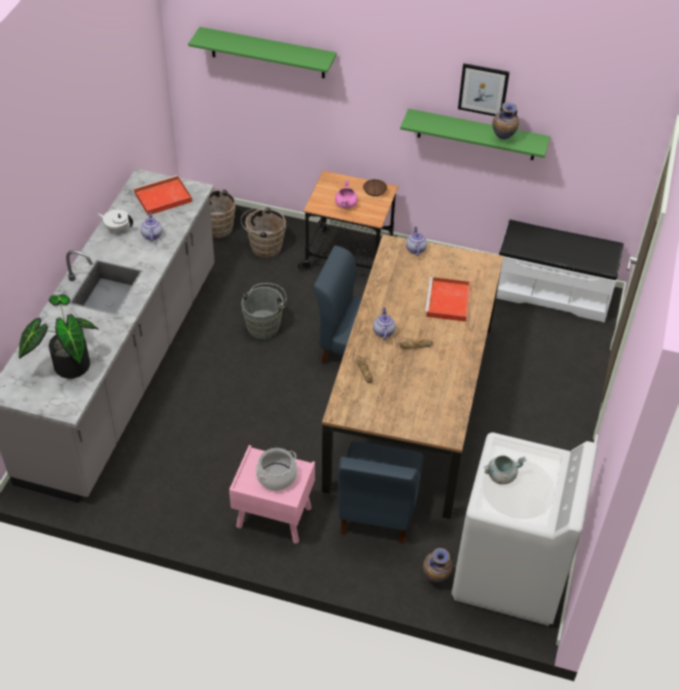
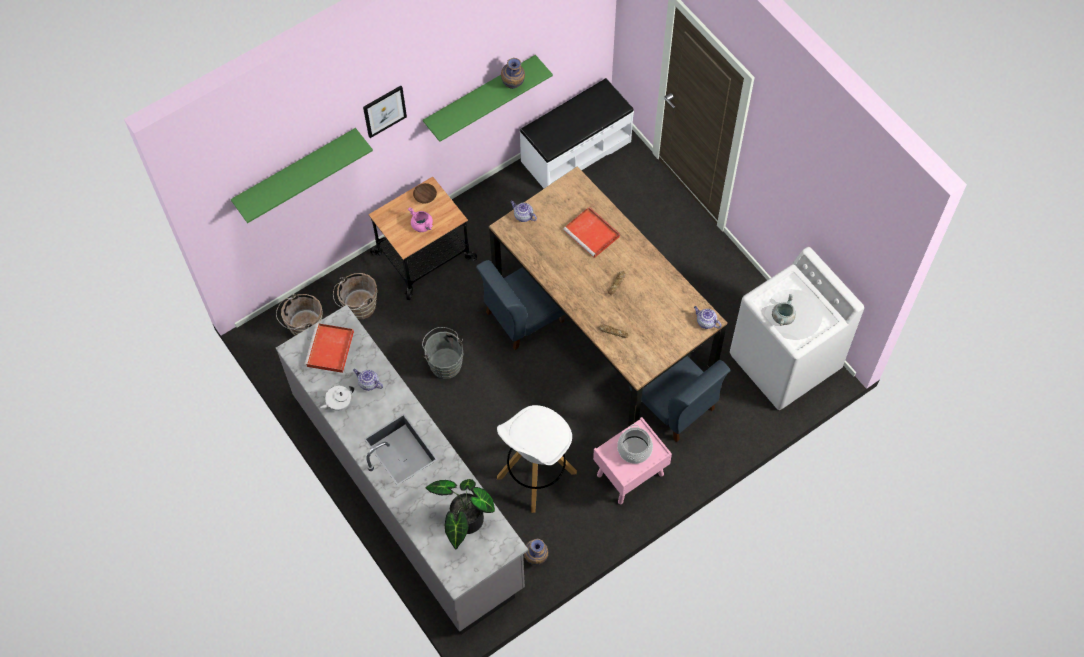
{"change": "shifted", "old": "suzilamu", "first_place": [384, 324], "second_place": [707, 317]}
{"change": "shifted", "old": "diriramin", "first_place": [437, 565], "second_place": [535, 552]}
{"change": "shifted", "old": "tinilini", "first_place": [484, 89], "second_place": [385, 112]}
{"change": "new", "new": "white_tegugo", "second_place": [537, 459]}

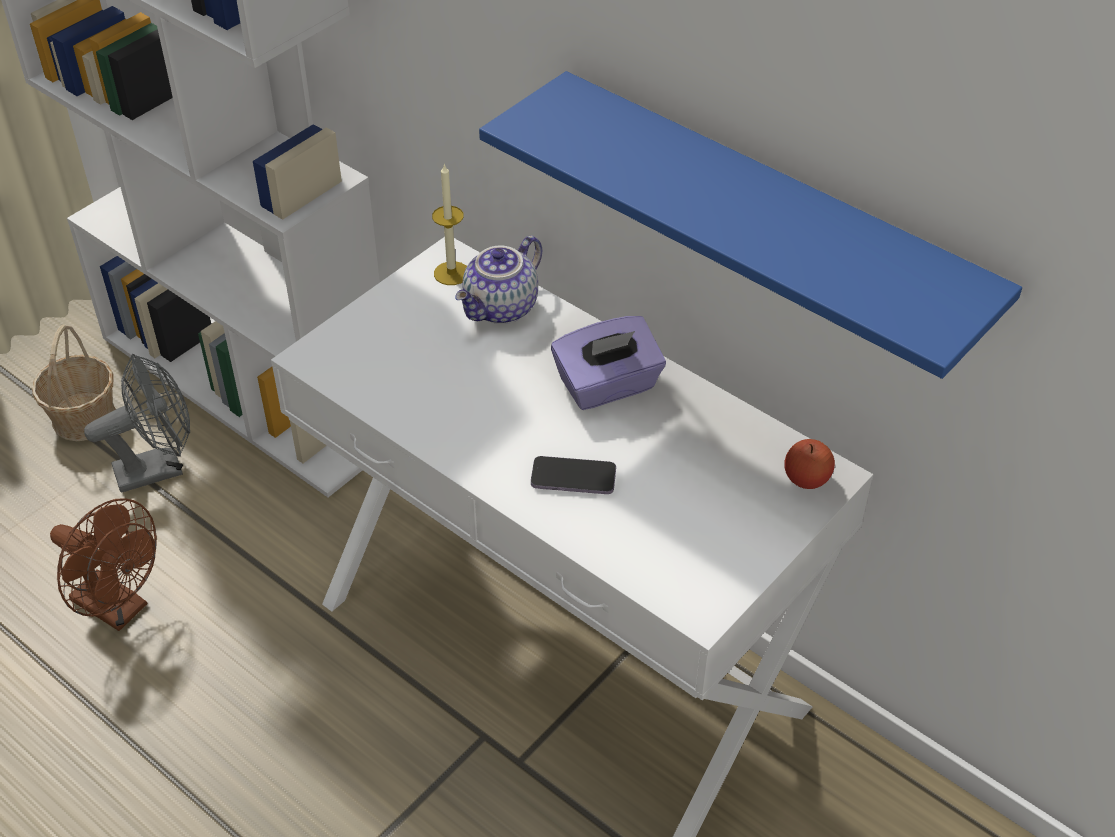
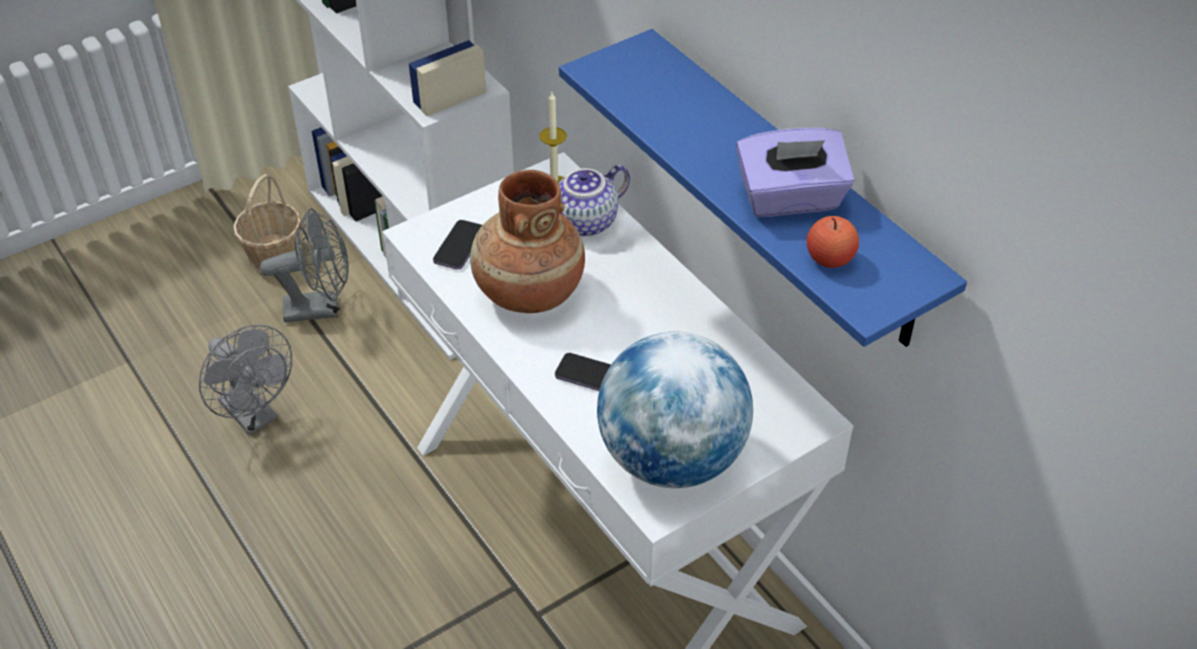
{"change": "repainted", "old": "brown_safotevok", "new": "grey_safotevok", "first_place": [103, 564], "second_place": [245, 379]}
{"change": "shifted", "old": "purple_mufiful", "first_place": [608, 363], "second_place": [795, 172]}
{"change": "shifted", "old": "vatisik", "first_place": [809, 464], "second_place": [833, 242]}
{"change": "new", "new": "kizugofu", "second_place": [457, 245]}
{"change": "new", "new": "brown_diriramin", "second_place": [527, 241]}
{"change": "new", "new": "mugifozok", "second_place": [675, 409]}

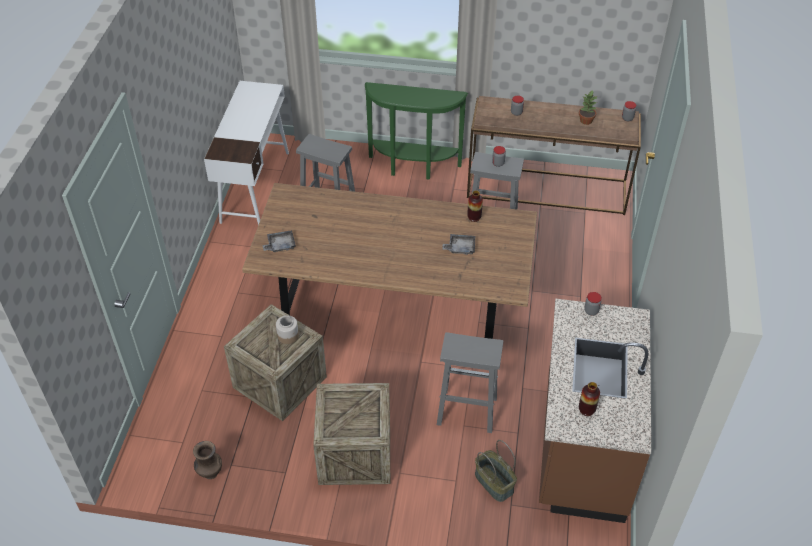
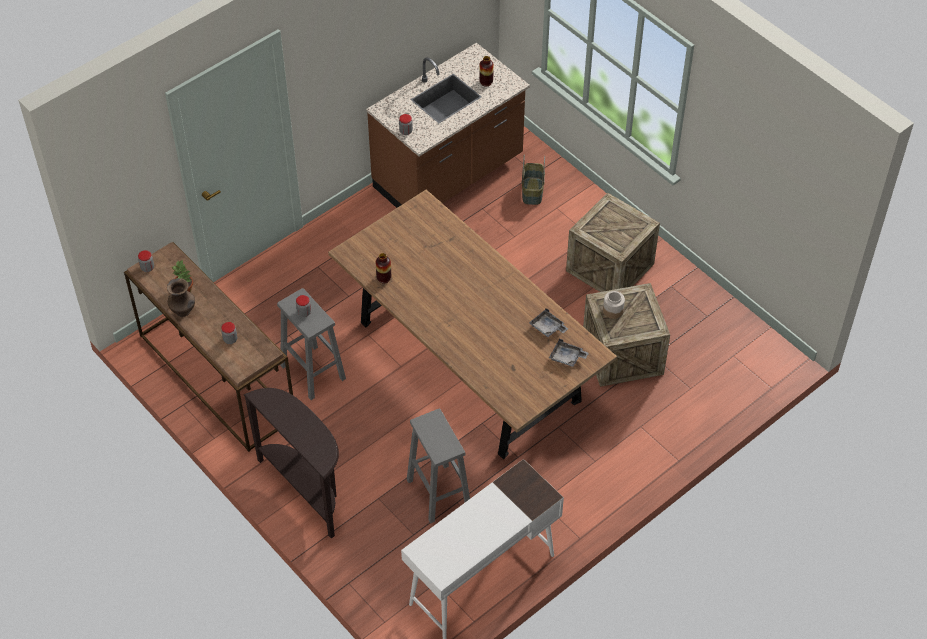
{"change": "shifted", "old": "brown_diriramin", "first_place": [207, 460], "second_place": [181, 297]}
{"change": "repainted", "old": "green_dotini", "new": "brown_dotini", "first_place": [416, 131], "second_place": [291, 463]}
{"change": "gone", "old": "grey_tegugo", "first_place": [470, 382]}
{"change": "shifted", "old": "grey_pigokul", "first_place": [458, 244], "second_place": [548, 322]}

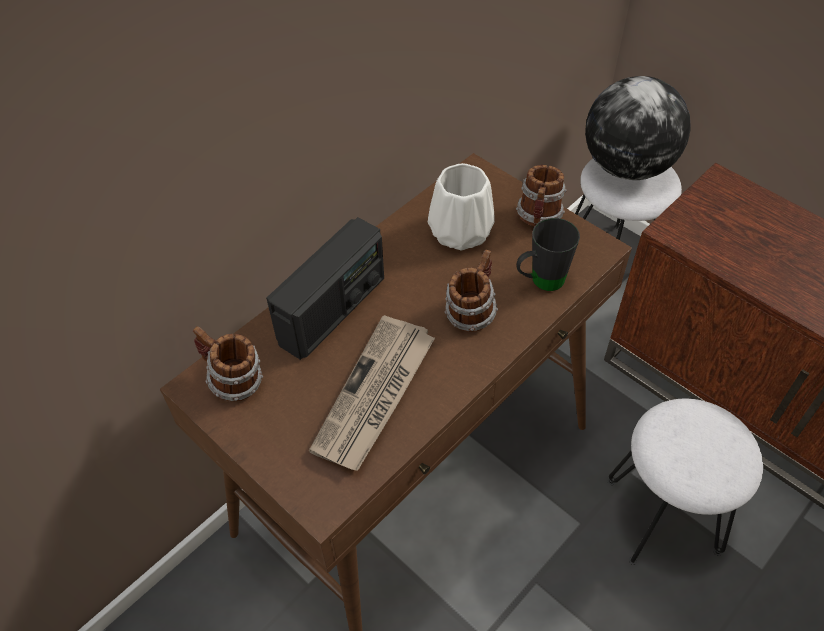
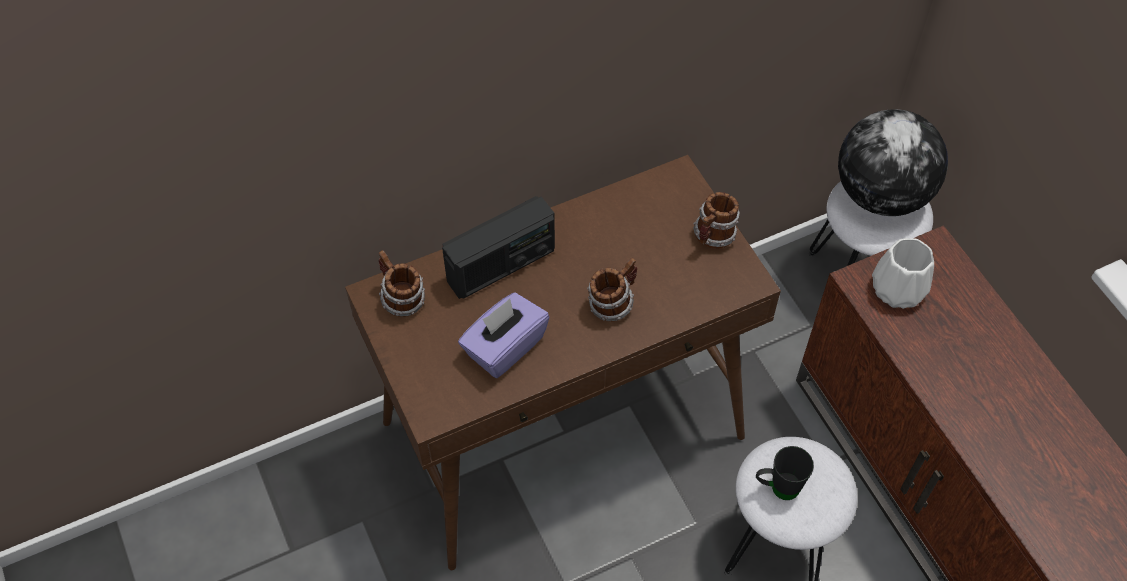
{"change": "swapped", "old": "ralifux", "new": "purple_mufiful", "first_place": [372, 393], "second_place": [504, 335]}
{"change": "shifted", "old": "white_diriramin", "first_place": [461, 206], "second_place": [903, 273]}
{"change": "shifted", "old": "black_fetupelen", "first_place": [548, 254], "second_place": [785, 473]}

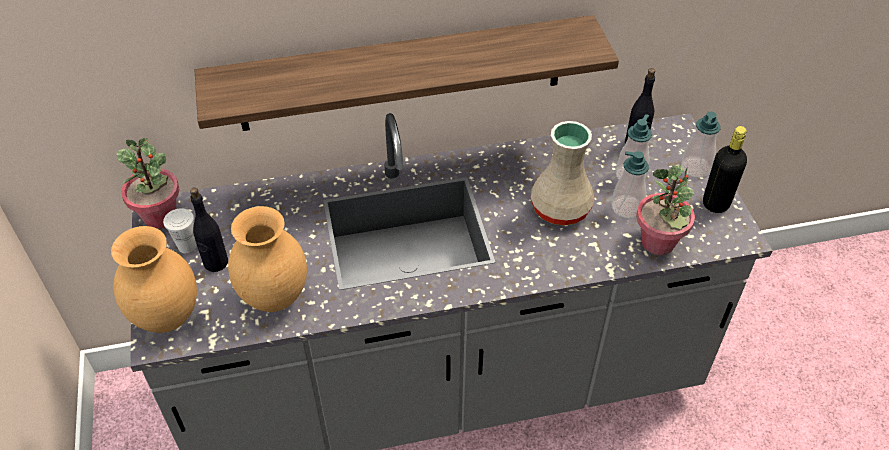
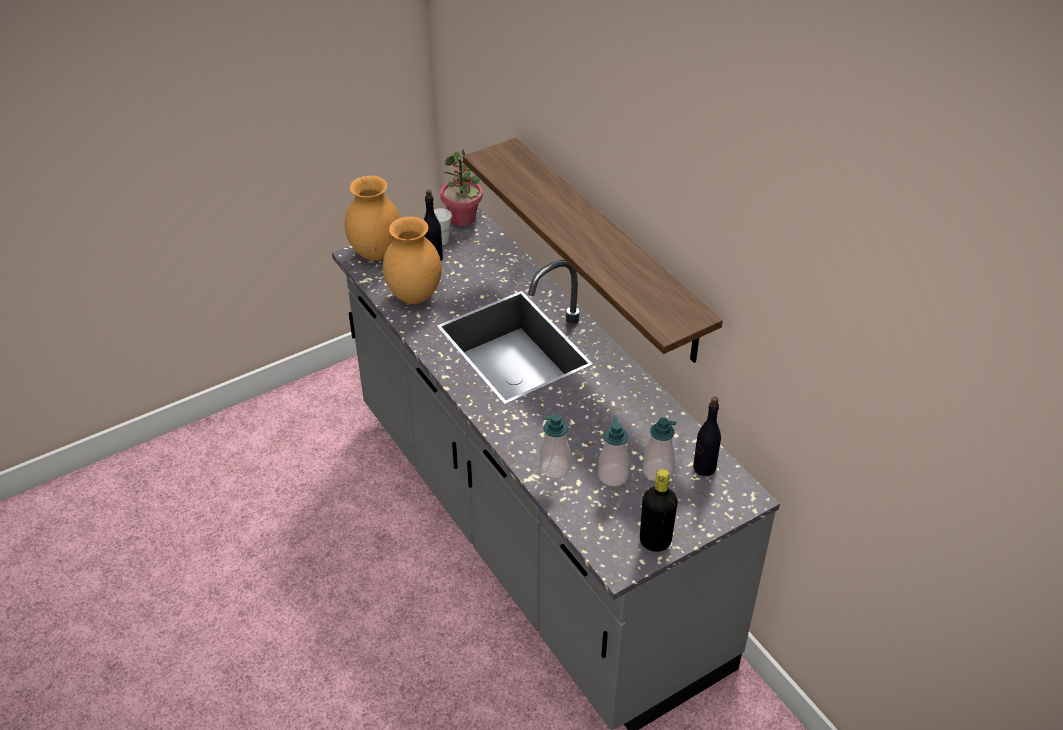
{"change": "gone", "old": "beige_diriramin", "first_place": [562, 173]}
{"change": "gone", "old": "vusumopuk", "first_place": [665, 210]}
{"change": "shifted", "old": "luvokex", "first_place": [700, 144], "second_place": [555, 446]}

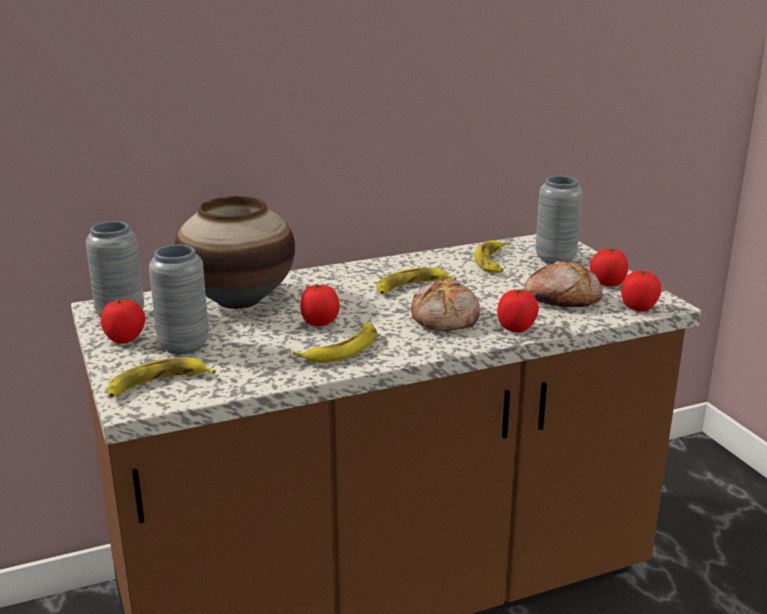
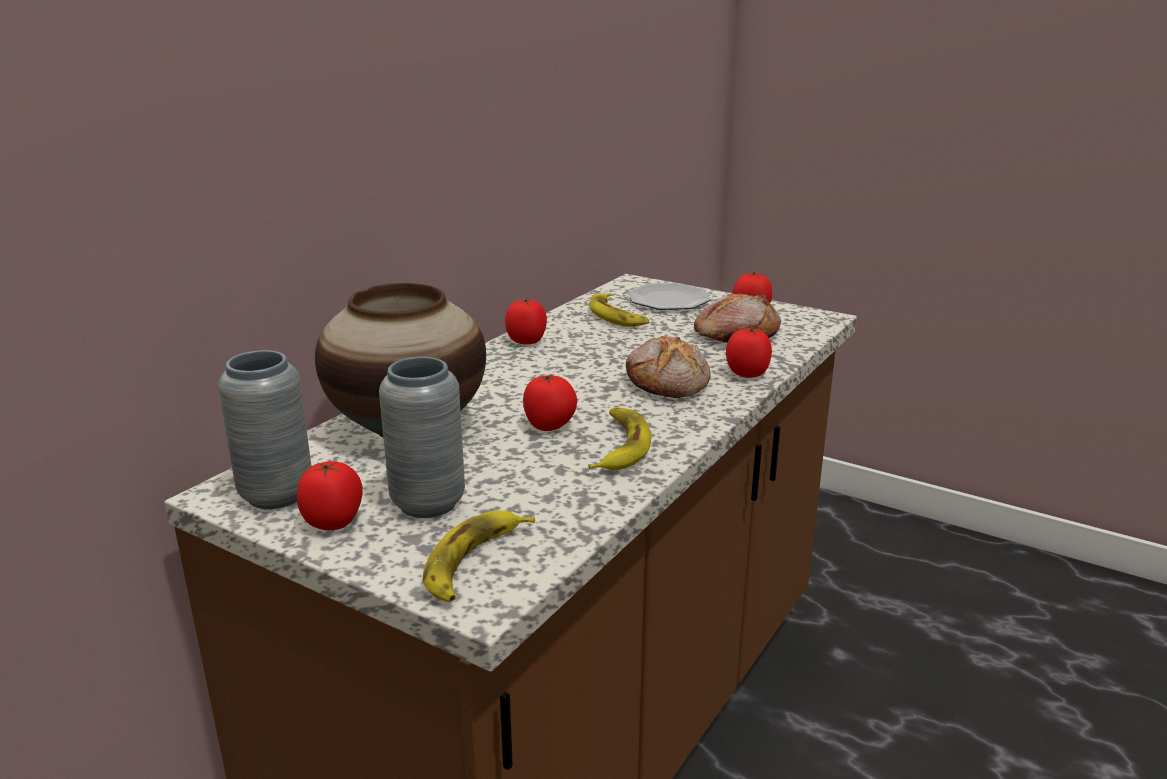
{"change": "gone", "old": "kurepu", "first_place": [416, 281]}
{"change": "swapped", "old": "grey_diriramin", "new": "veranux", "first_place": [559, 220], "second_place": [669, 296]}
{"change": "shifted", "old": "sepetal", "first_place": [641, 290], "second_place": [526, 322]}

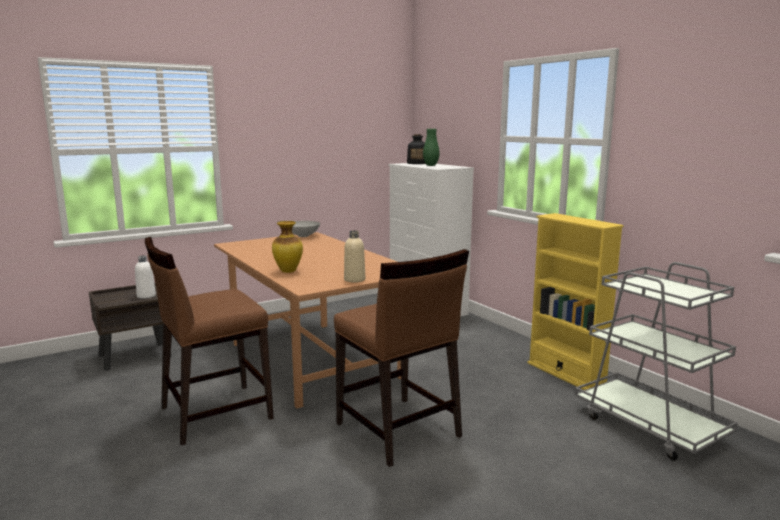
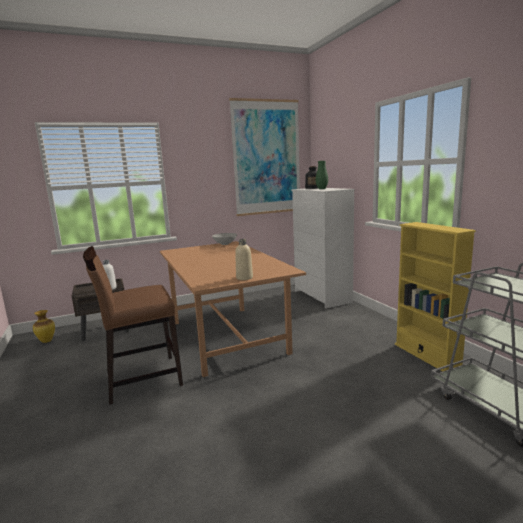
{"change": "shifted", "old": "diriramin", "first_place": [287, 247], "second_place": [44, 326]}
{"change": "gone", "old": "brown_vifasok", "first_place": [401, 358]}
{"change": "new", "new": "tinilini", "second_place": [264, 157]}

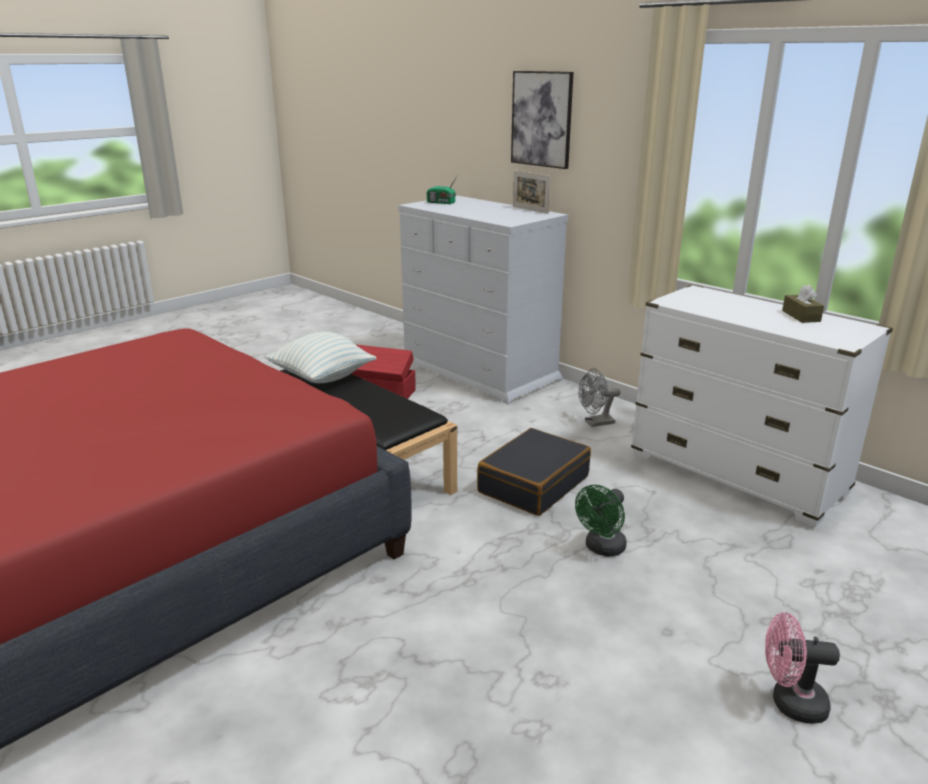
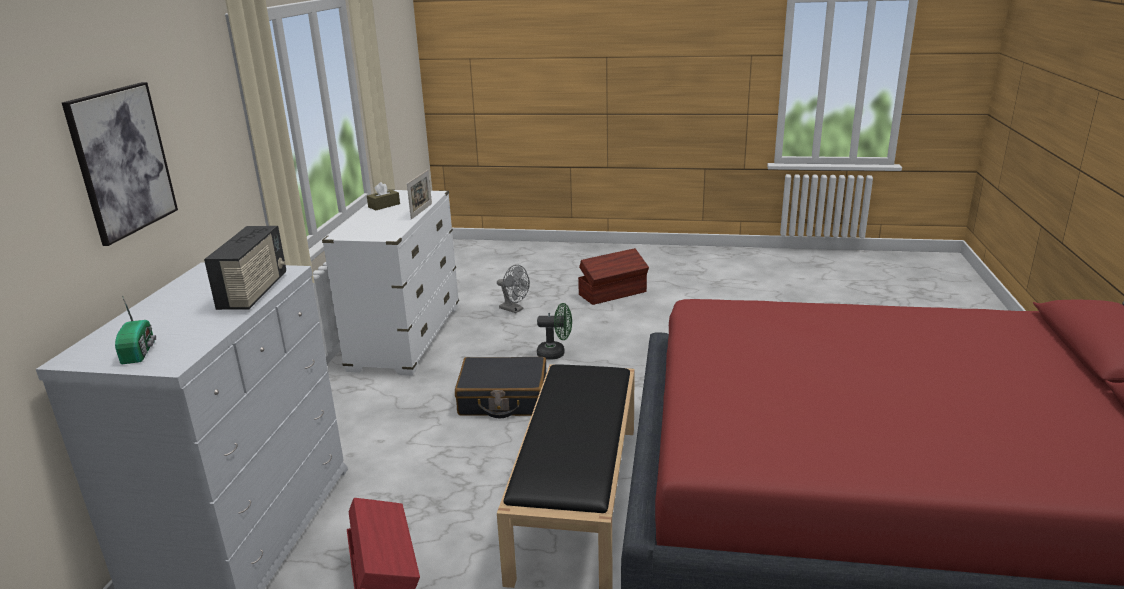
{"change": "gone", "old": "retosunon", "first_place": [321, 357]}
{"change": "shifted", "old": "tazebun", "first_place": [531, 192], "second_place": [419, 195]}
{"change": "shifted", "old": "grey_safotevok", "first_place": [599, 397], "second_place": [513, 289]}
{"change": "swapped", "old": "pink_safotevok", "new": "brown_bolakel", "first_place": [802, 668], "second_place": [613, 276]}
{"change": "new", "new": "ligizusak", "second_place": [245, 268]}

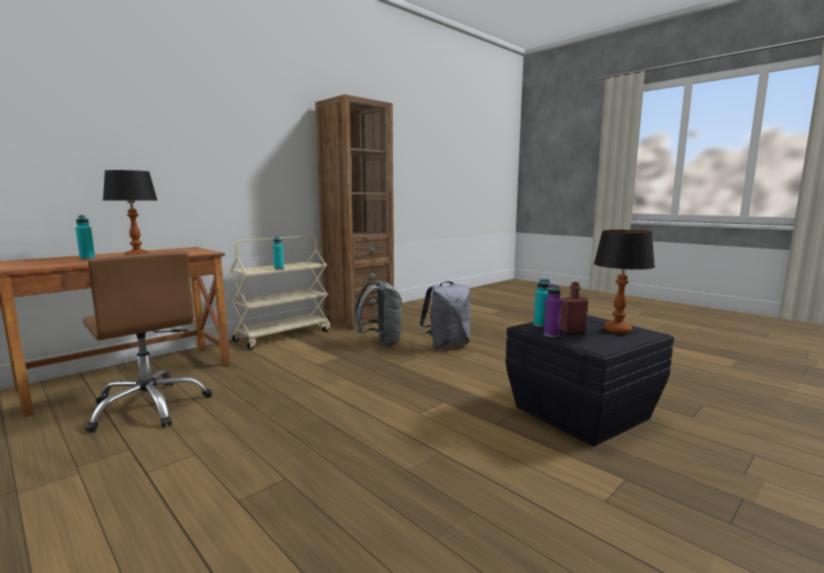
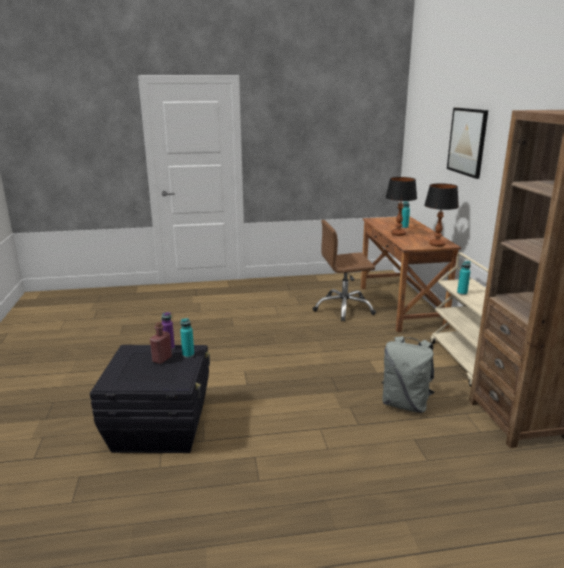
{"change": "gone", "old": "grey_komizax", "first_place": [445, 315]}
{"change": "shifted", "old": "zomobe", "first_place": [624, 282], "second_place": [441, 215]}
{"change": "new", "new": "tinilini", "second_place": [467, 143]}

